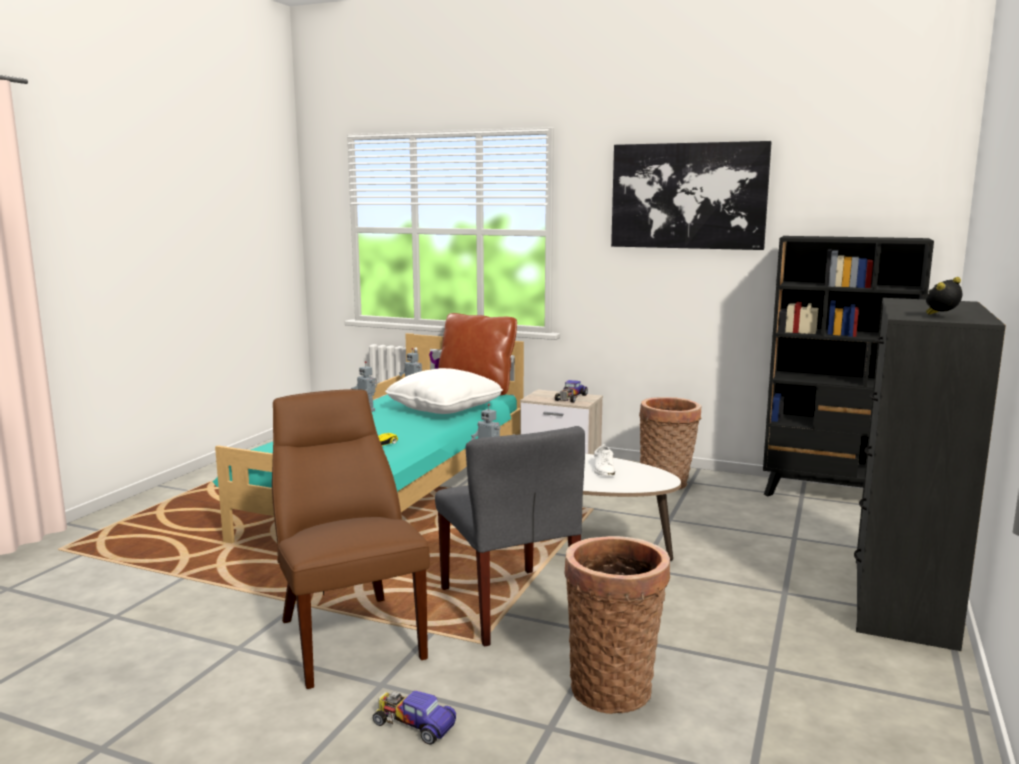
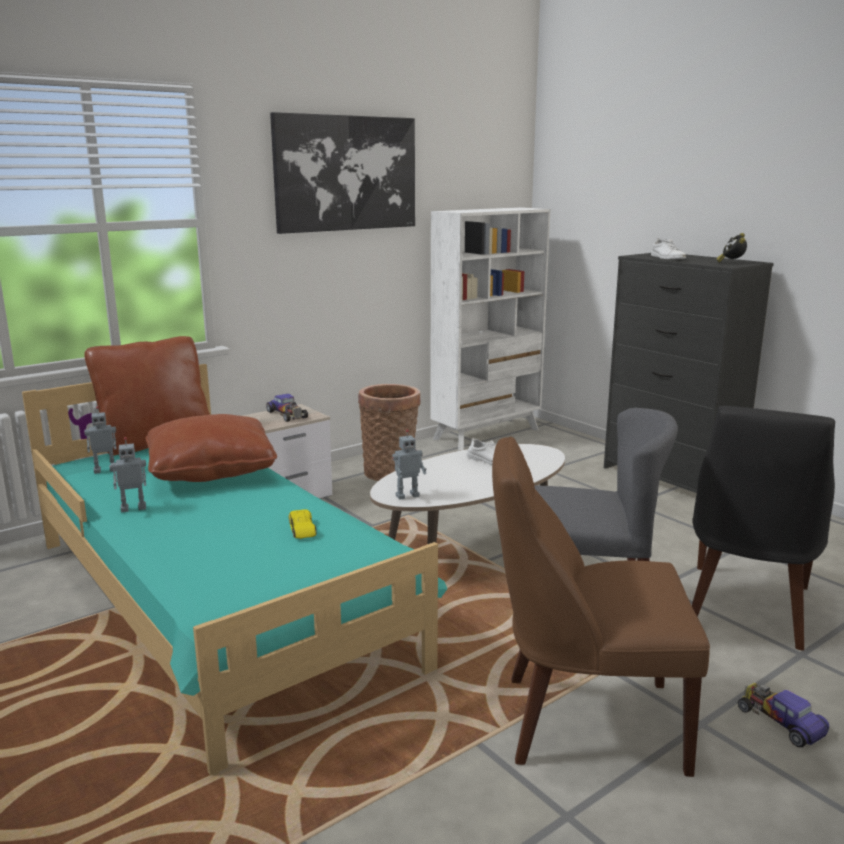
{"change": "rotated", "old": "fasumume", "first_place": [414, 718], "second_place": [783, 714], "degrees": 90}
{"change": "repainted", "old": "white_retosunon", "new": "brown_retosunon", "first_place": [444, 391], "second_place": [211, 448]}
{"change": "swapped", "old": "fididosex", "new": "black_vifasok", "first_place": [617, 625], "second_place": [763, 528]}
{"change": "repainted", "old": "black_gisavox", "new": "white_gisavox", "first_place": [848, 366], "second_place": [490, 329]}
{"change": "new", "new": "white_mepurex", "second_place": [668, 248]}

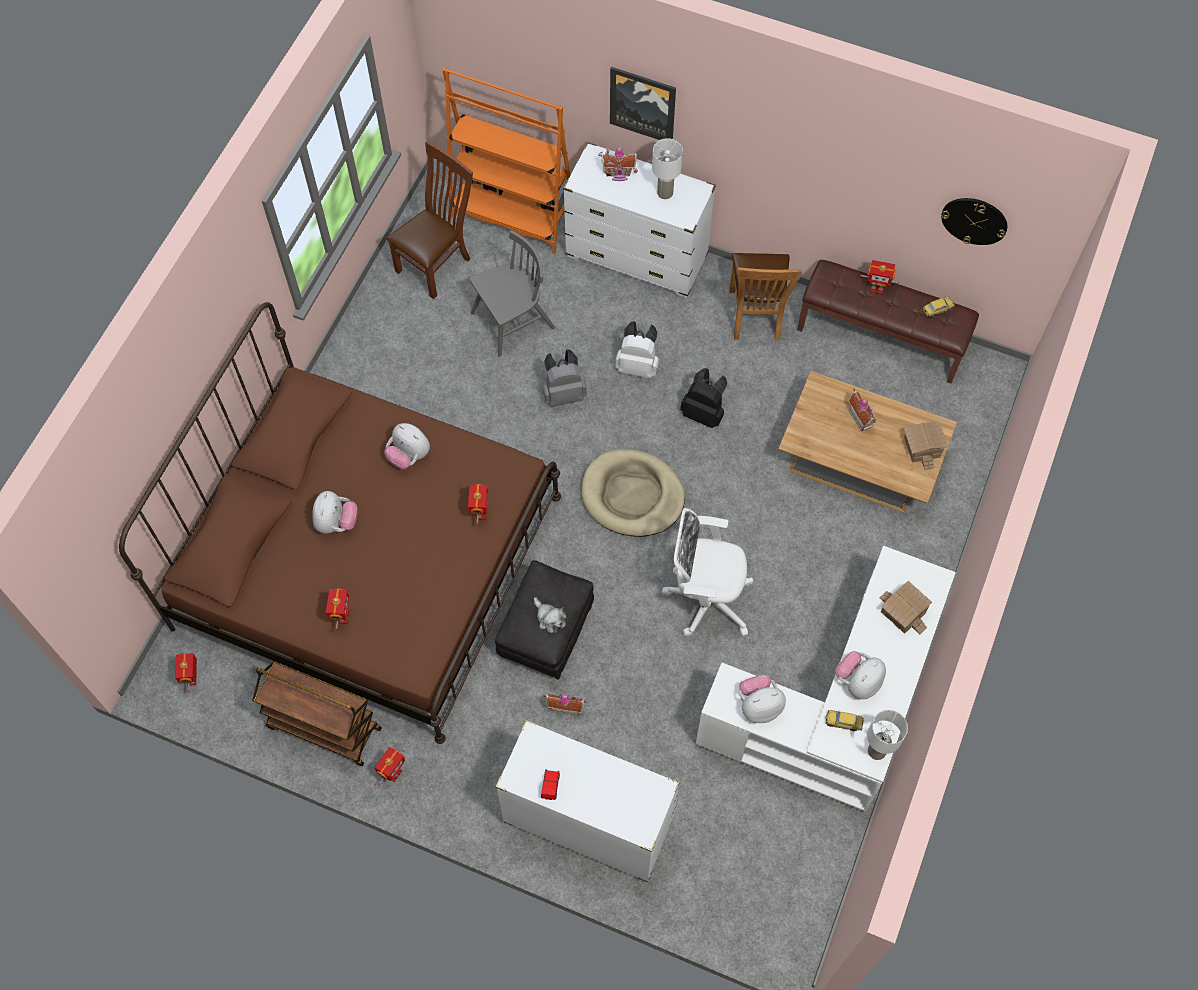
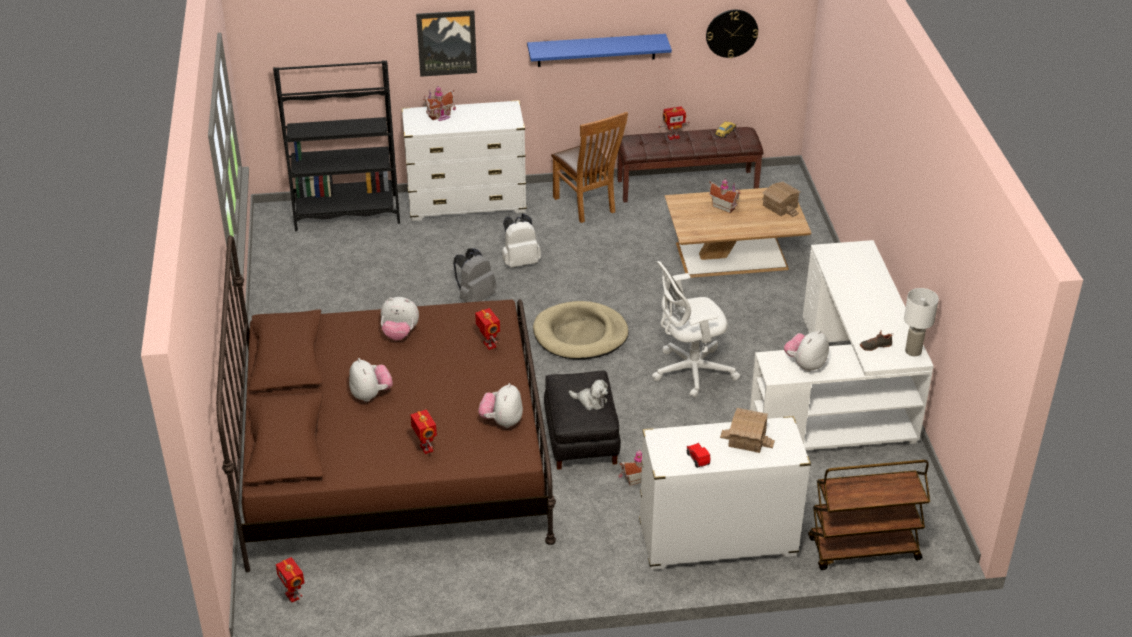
{"change": "shifted", "old": "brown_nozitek", "first_place": [317, 713], "second_place": [869, 515]}
{"change": "gone", "old": "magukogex", "first_place": [389, 766]}
{"change": "gone", "old": "brown_vifasok", "first_place": [429, 220]}
{"change": "repainted", "old": "orange_gisavox", "new": "black_gisavox", "first_place": [506, 160], "second_place": [336, 145]}
{"change": "gone", "old": "grey_vifasok", "first_place": [512, 293]}
{"change": "gone", "old": "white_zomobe", "first_place": [667, 168]}
{"change": "gone", "old": "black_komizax", "first_place": [703, 398]}
{"change": "swapped", "old": "fasumume", "new": "black_mepurex", "first_place": [844, 720], "second_place": [876, 340]}
{"change": "shifted", "old": "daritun", "first_place": [860, 675], "second_place": [500, 405]}
{"change": "shifted", "old": "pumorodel", "first_place": [906, 607], "second_place": [747, 430]}
{"change": "new", "new": "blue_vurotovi", "second_place": [599, 50]}

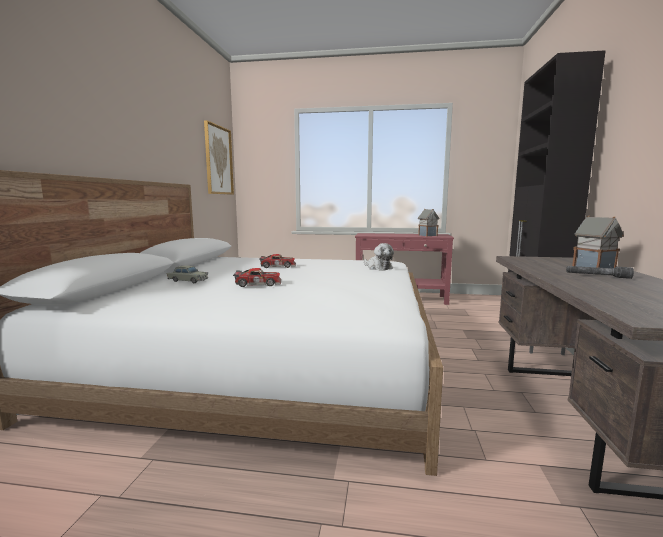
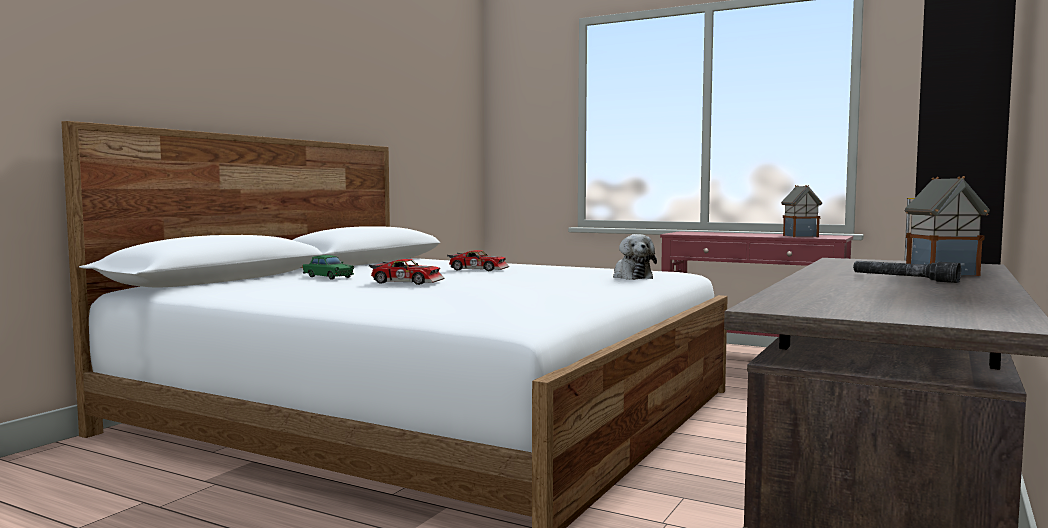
{"change": "repainted", "old": "beige_fasumume", "new": "green_fasumume", "first_place": [187, 274], "second_place": [328, 267]}
{"change": "gone", "old": "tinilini", "first_place": [219, 157]}

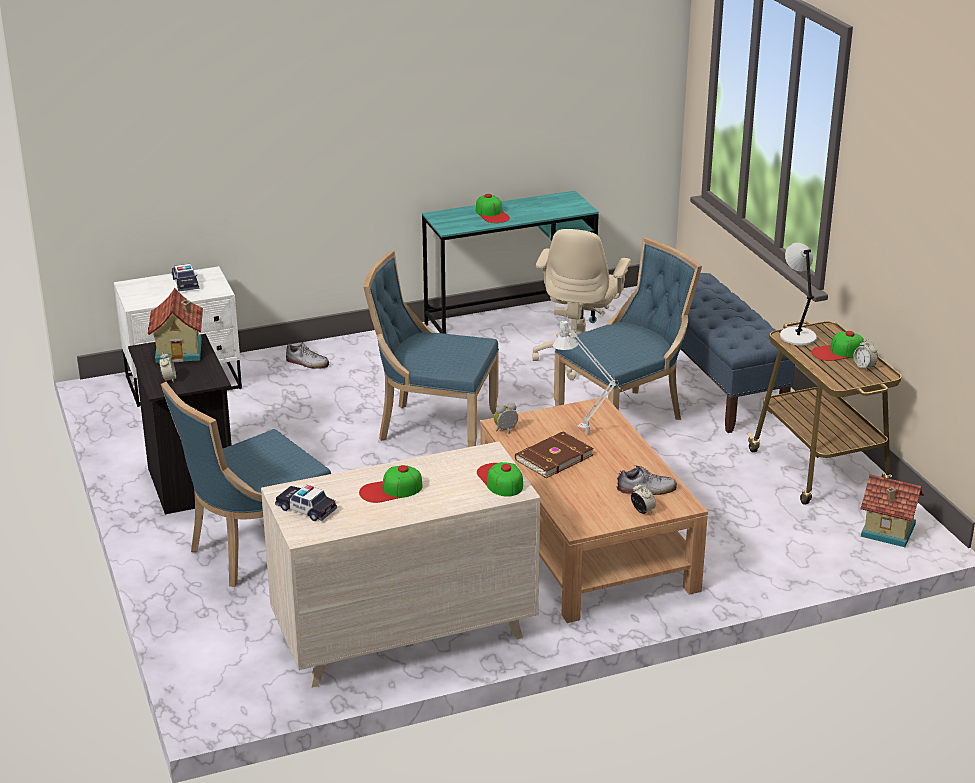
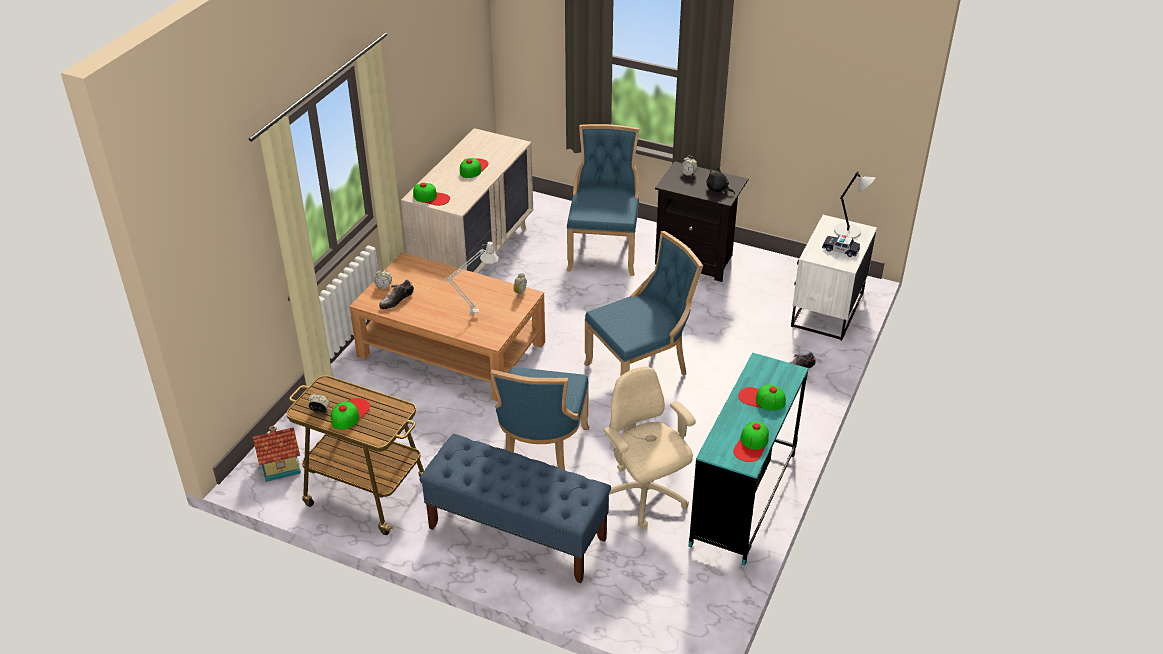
{"change": "swapped", "old": "pumorodel", "new": "black_daritun", "first_place": [175, 325], "second_place": [721, 180]}
{"change": "gone", "old": "fasumume", "first_place": [306, 502]}
{"change": "gone", "old": "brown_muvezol", "first_place": [554, 454]}
{"change": "shifted", "old": "grey_zomobe", "first_place": [798, 294], "second_place": [855, 205]}
{"change": "new", "new": "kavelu", "second_place": [751, 442]}

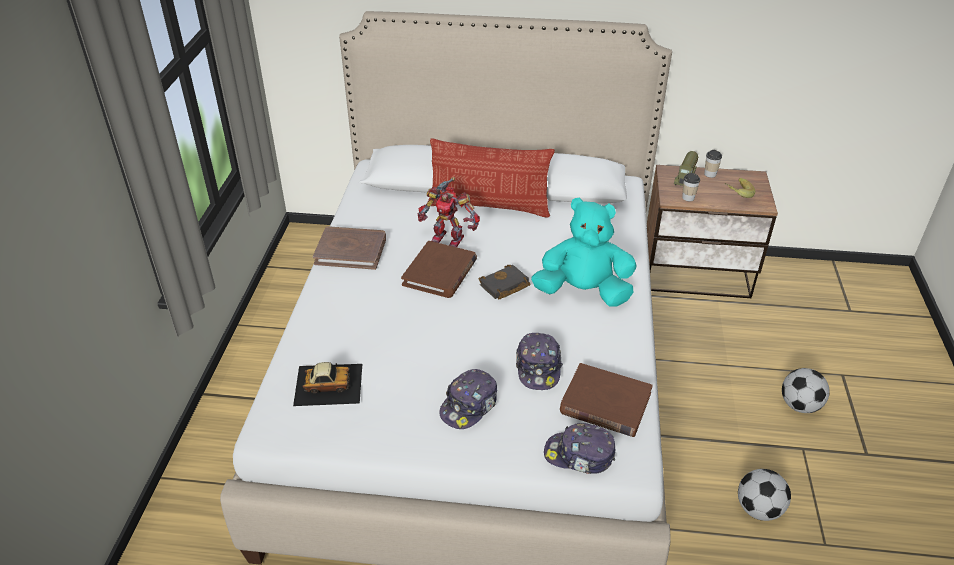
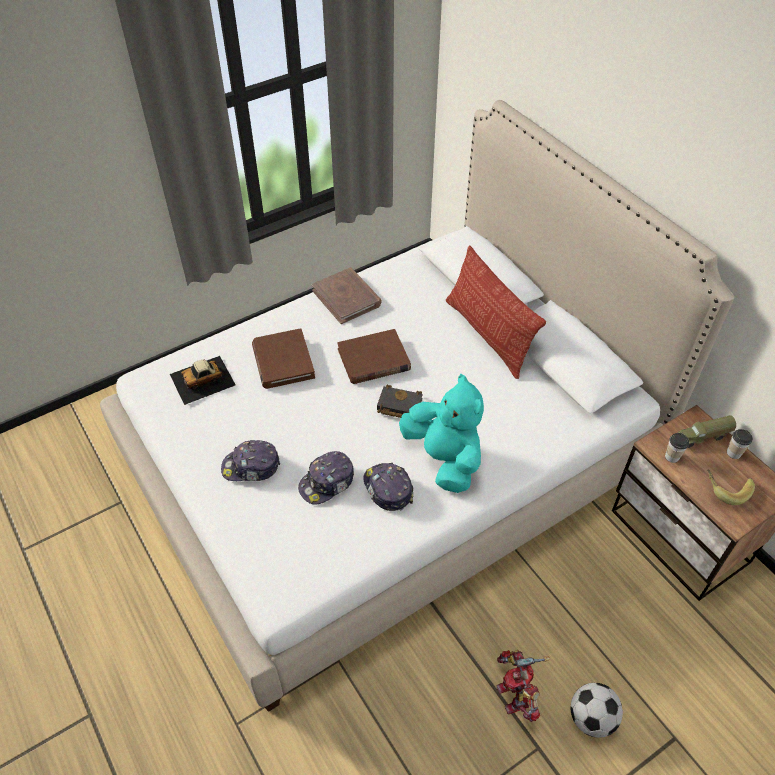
{"change": "rotated", "old": "fasumume", "first_place": [327, 384], "second_place": [203, 380], "degrees": 105}
{"change": "shifted", "old": "magukogex", "first_place": [449, 212], "second_place": [523, 686]}
{"change": "shifted", "old": "kavelu", "first_place": [579, 448], "second_place": [388, 487]}
{"change": "shifted", "old": "brown_muvezol", "first_place": [606, 400], "second_place": [283, 358]}
{"change": "gone", "old": "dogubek", "first_place": [764, 495]}

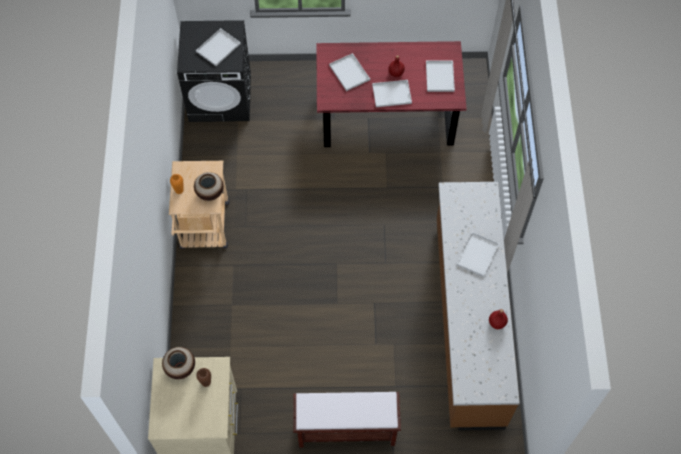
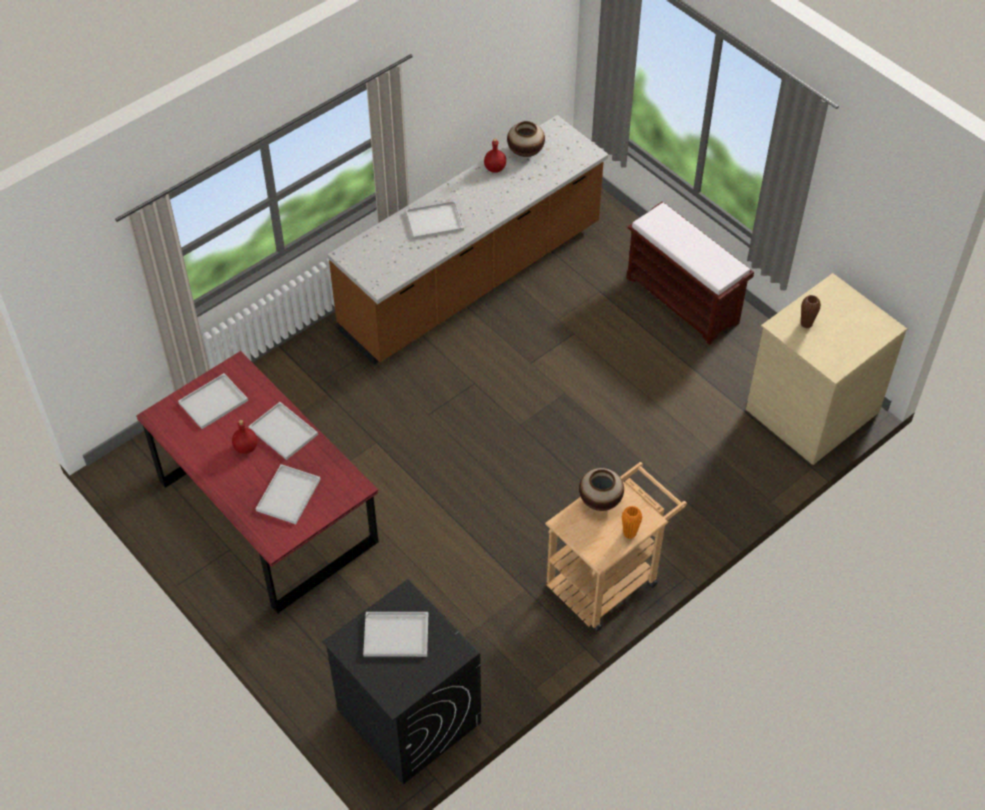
{"change": "shifted", "old": "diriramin", "first_place": [178, 363], "second_place": [526, 139]}

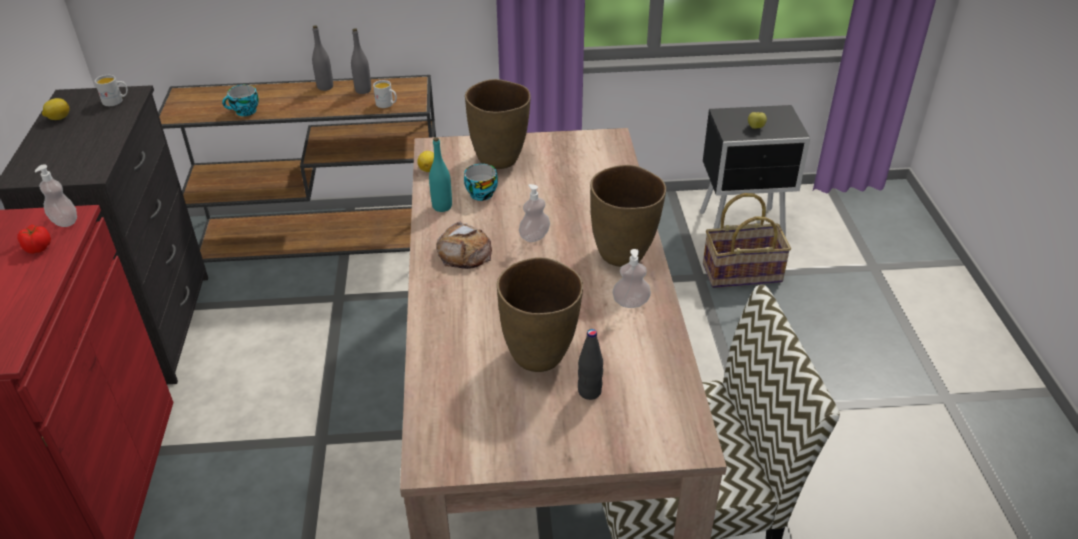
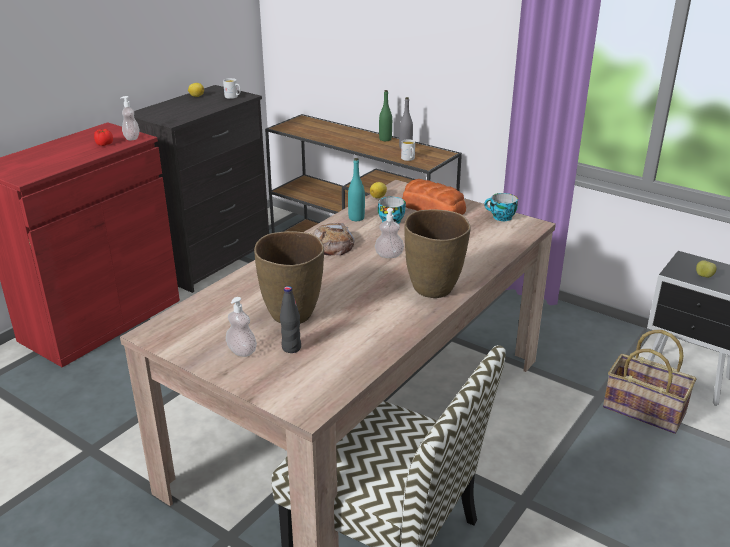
{"change": "shifted", "old": "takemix", "first_place": [240, 100], "second_place": [501, 207]}
{"change": "repainted", "old": "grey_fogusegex", "new": "green_fogusegex", "first_place": [322, 58], "second_place": [385, 115]}
{"change": "swapped", "old": "brown_diriramin", "new": "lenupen", "first_place": [498, 124], "second_place": [434, 197]}
{"change": "shifted", "old": "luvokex", "first_place": [632, 278], "second_place": [241, 327]}

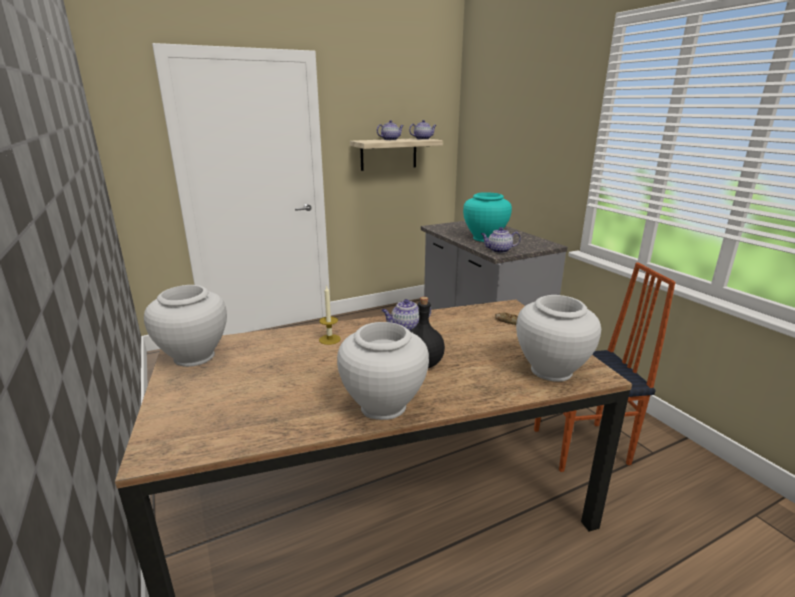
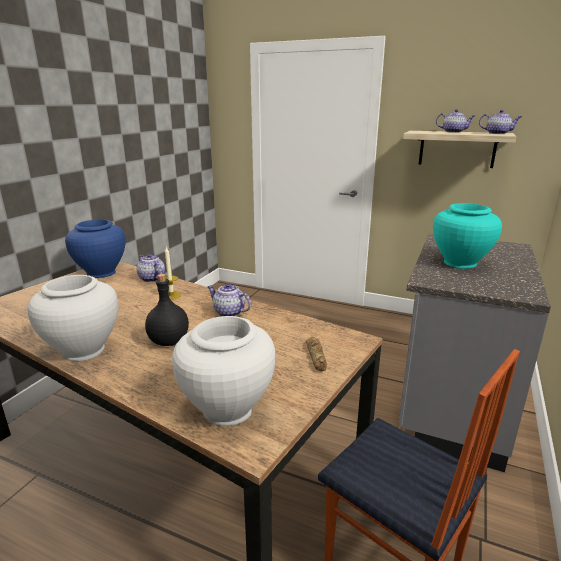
{"change": "repainted", "old": "white_diriramin", "new": "blue_diriramin", "first_place": [185, 326], "second_place": [95, 248]}
{"change": "shifted", "old": "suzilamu", "first_place": [501, 240], "second_place": [151, 268]}

